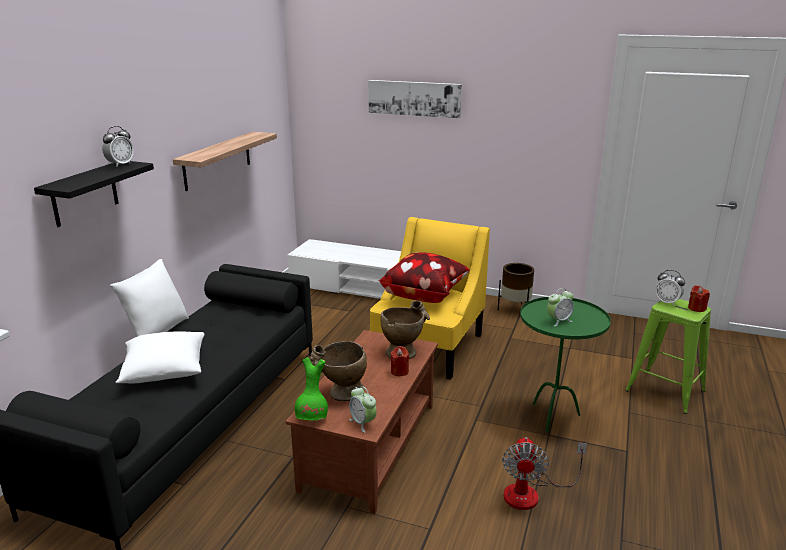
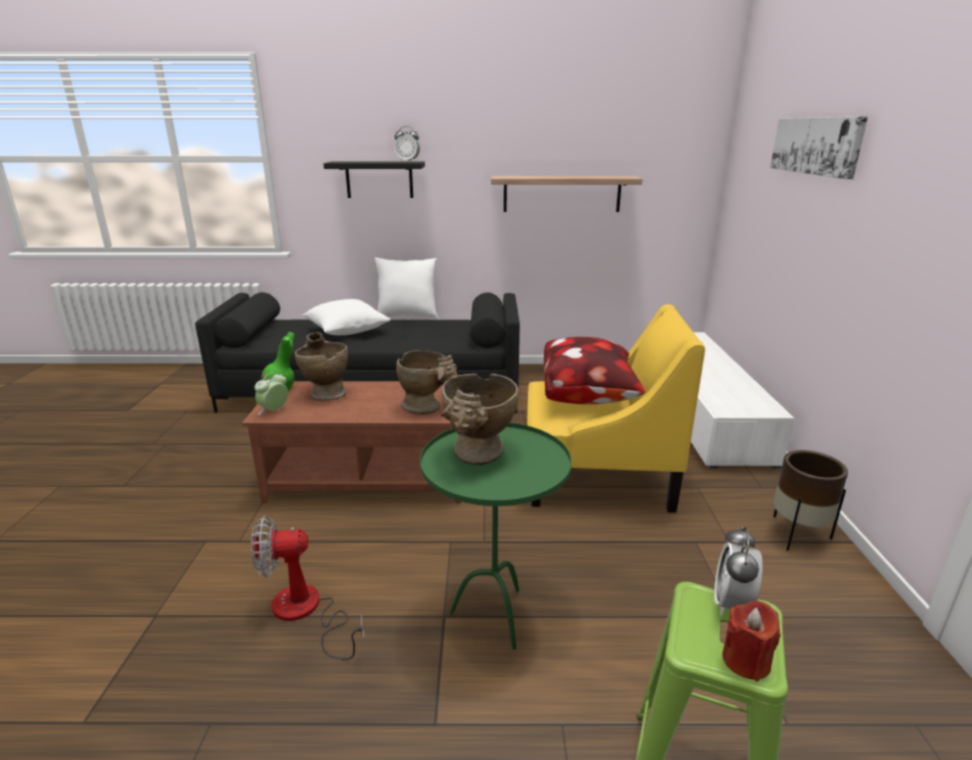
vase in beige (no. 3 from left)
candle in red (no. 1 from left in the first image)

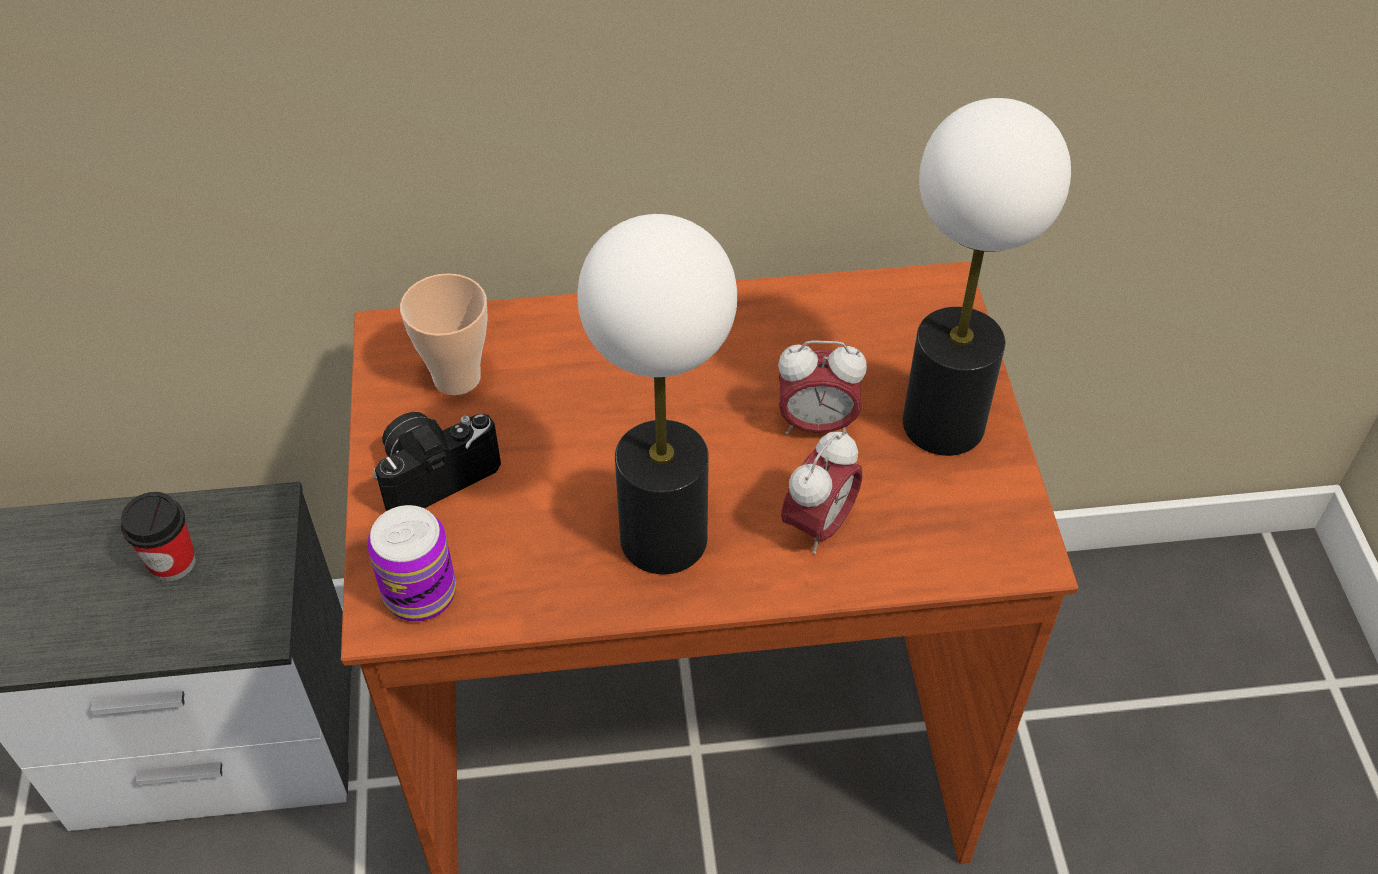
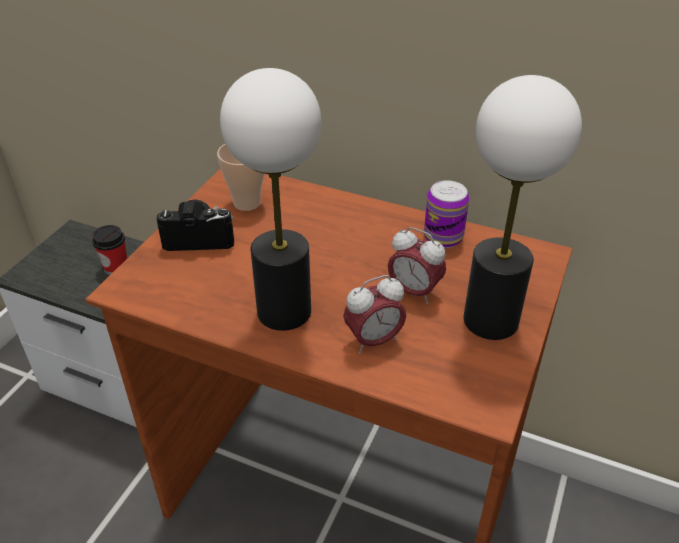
can

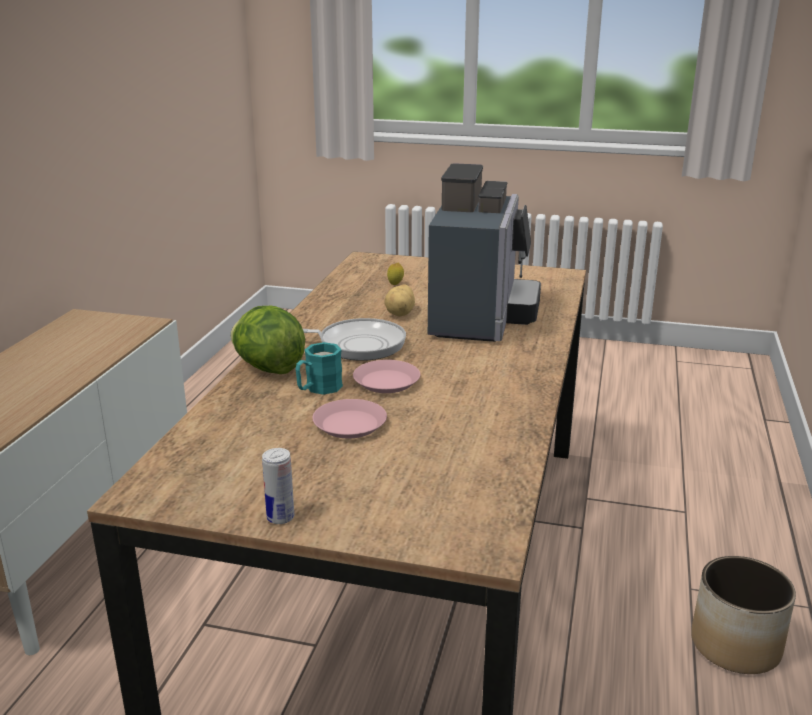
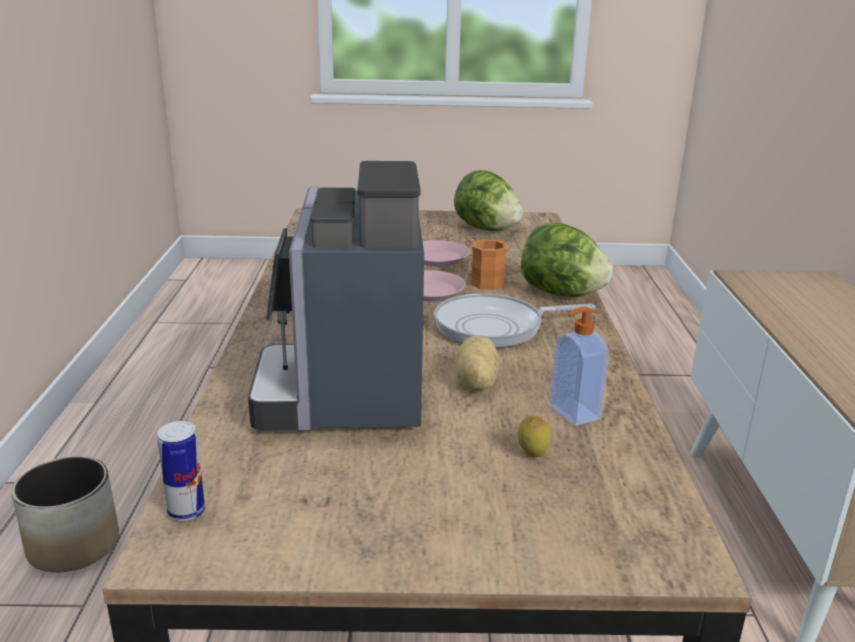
mug in orange
can
lettuce (no. 1 from left)
soap dispenser

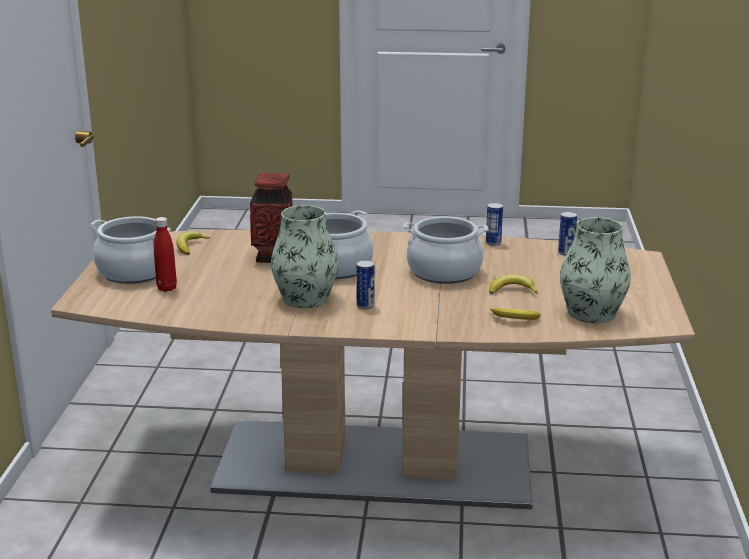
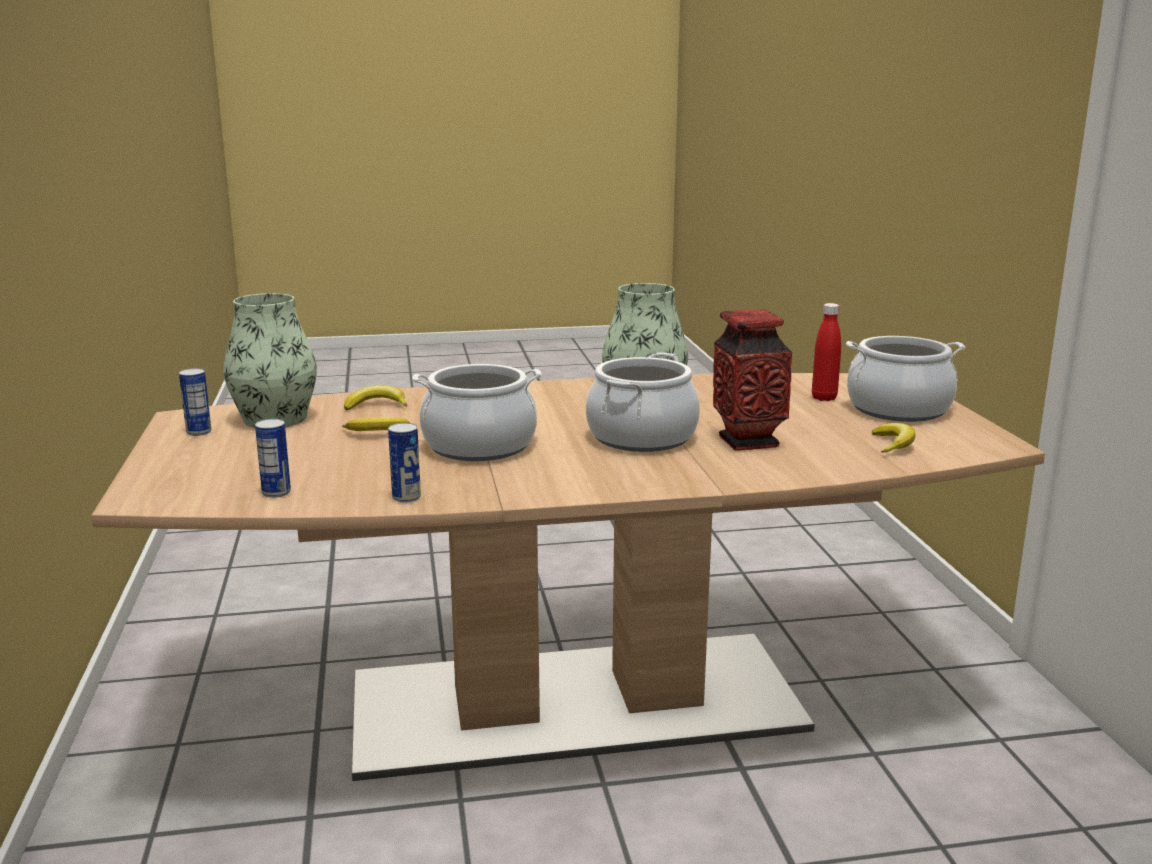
can (no. 1 from left)

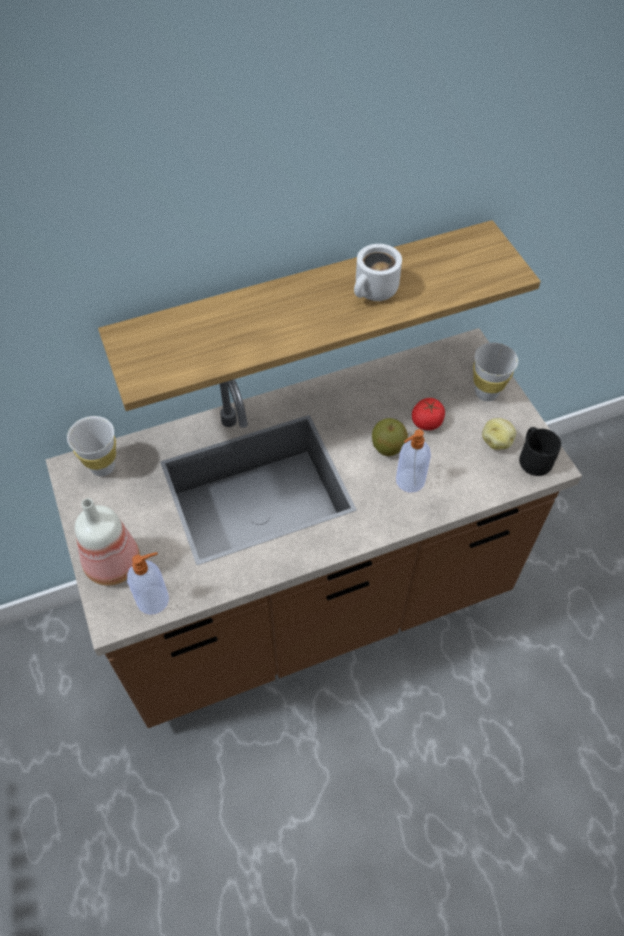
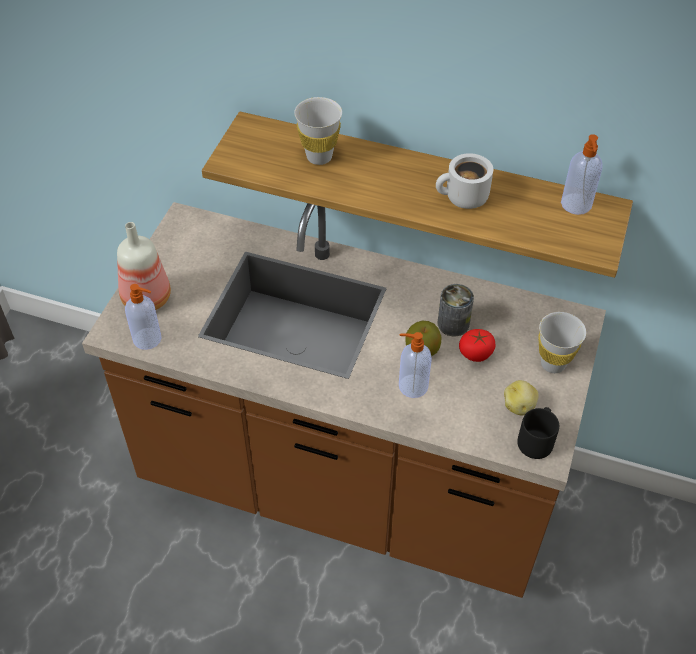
cup in white (no. 1 from left)
soap dispenser (no. 3 from left)
can

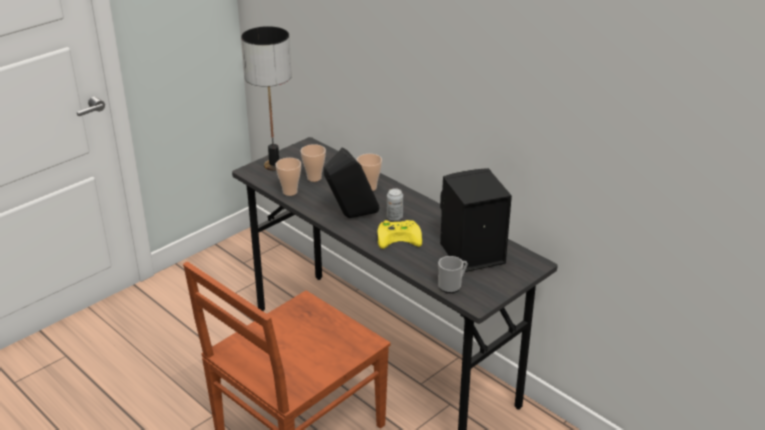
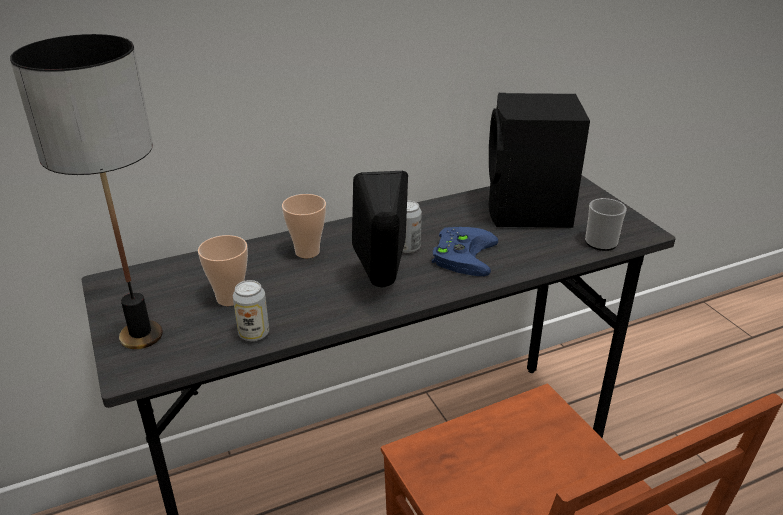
can (no. 1 from left)
game controller in blue

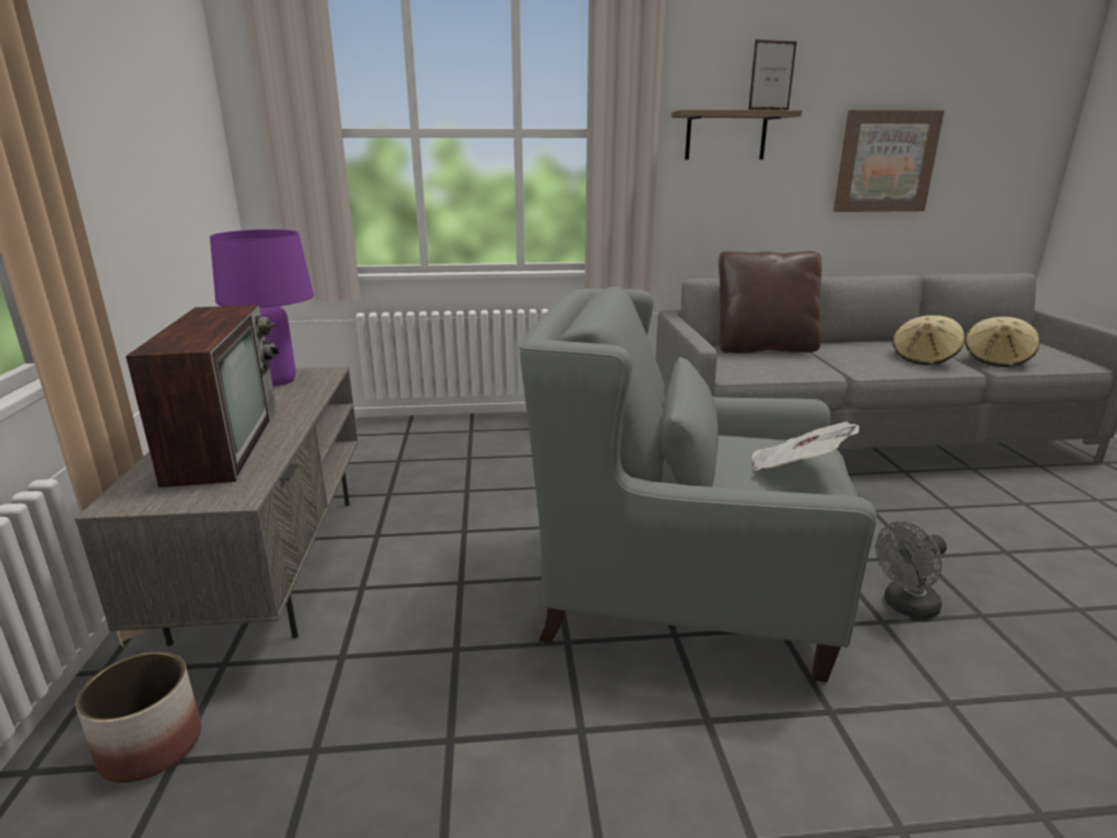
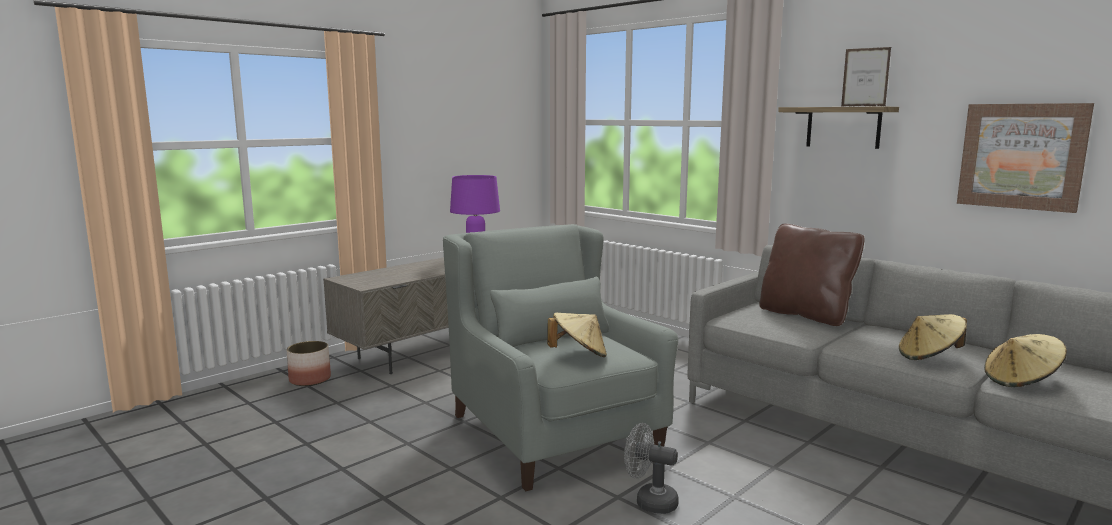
television
hat in beige (no. 1 from left)

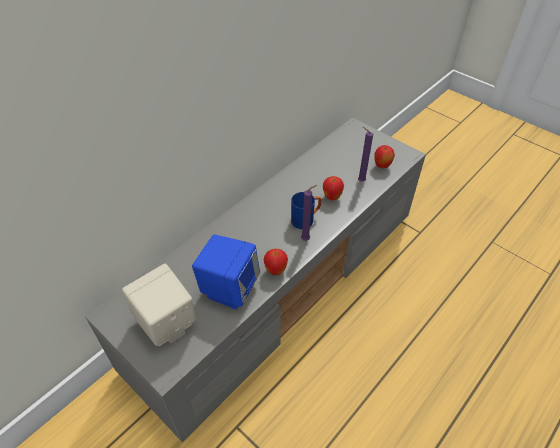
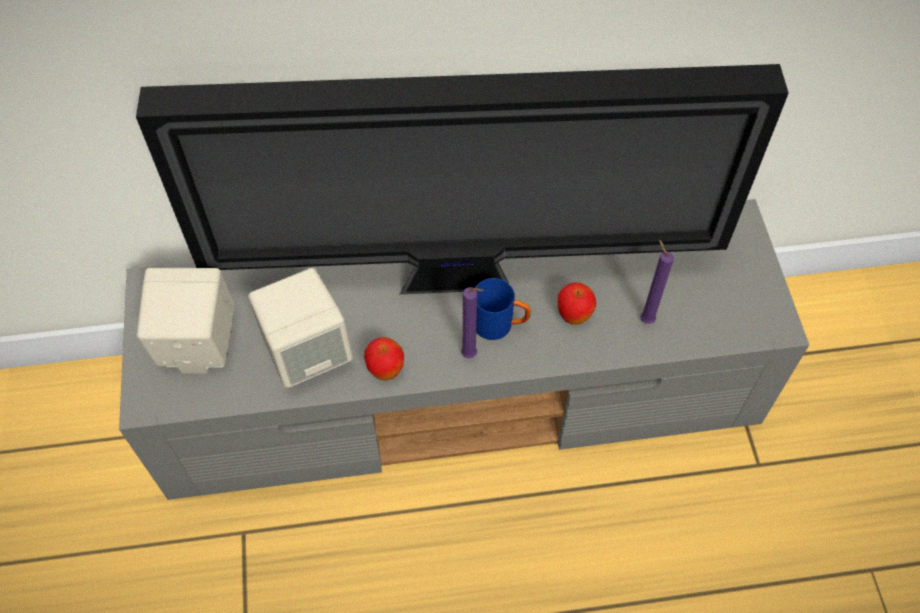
apple (no. 3 from left in the first image)
speaker in beige (no. 2 from left)
television

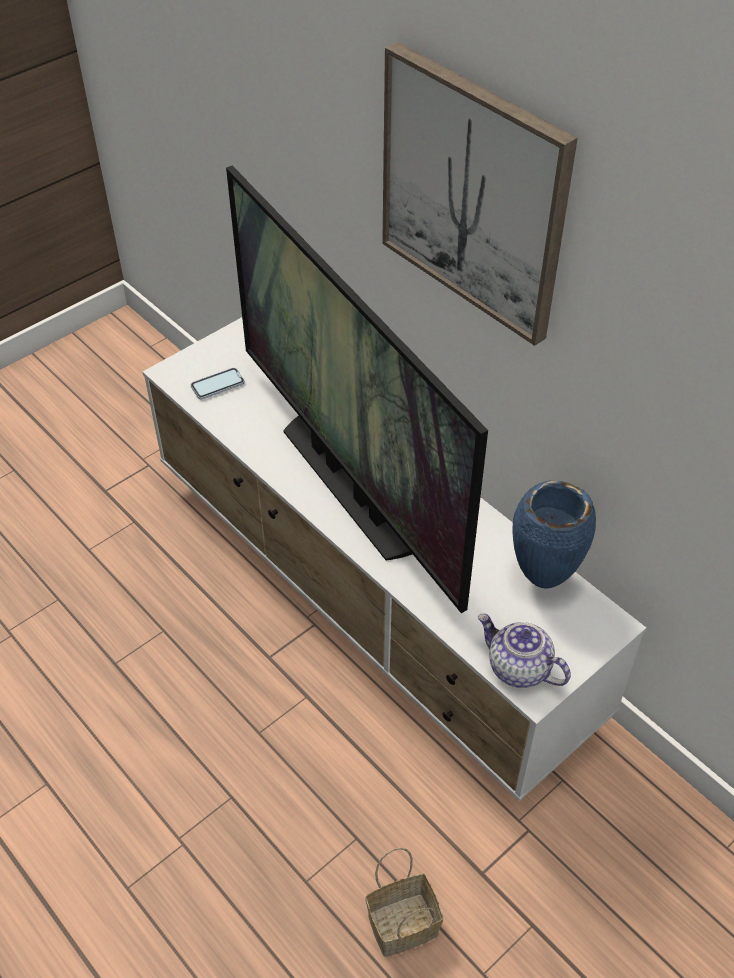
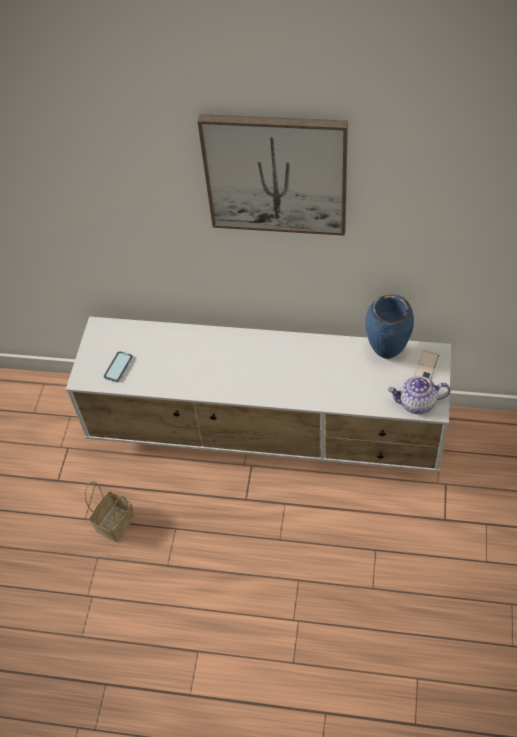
television
basket
phone (no. 2 from left)

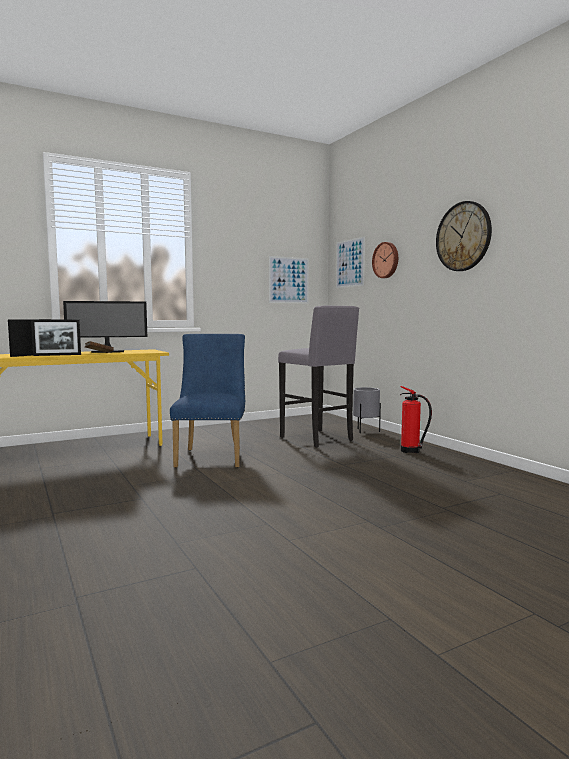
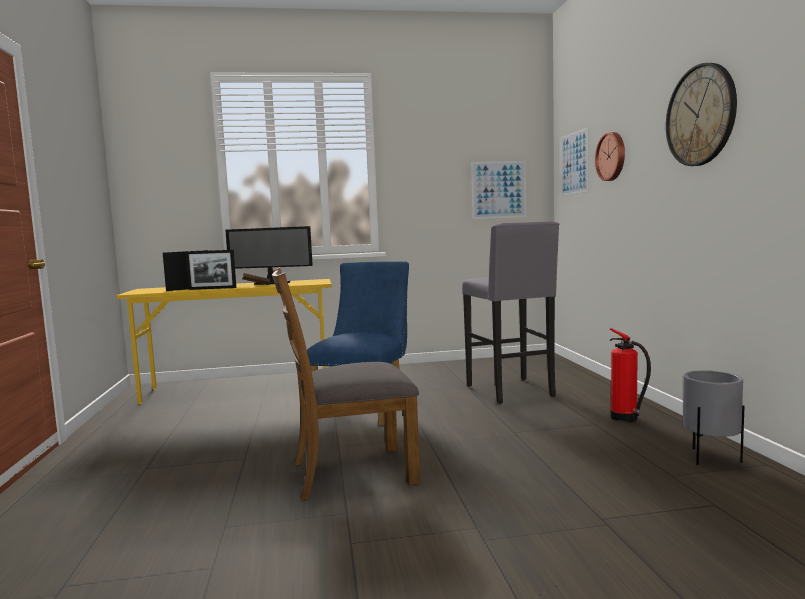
planter in grey
chair in brown

